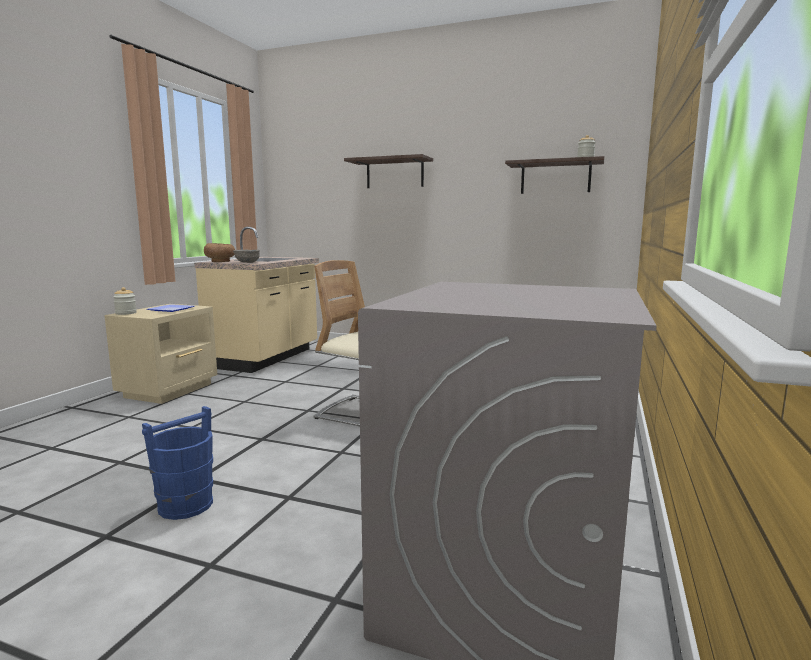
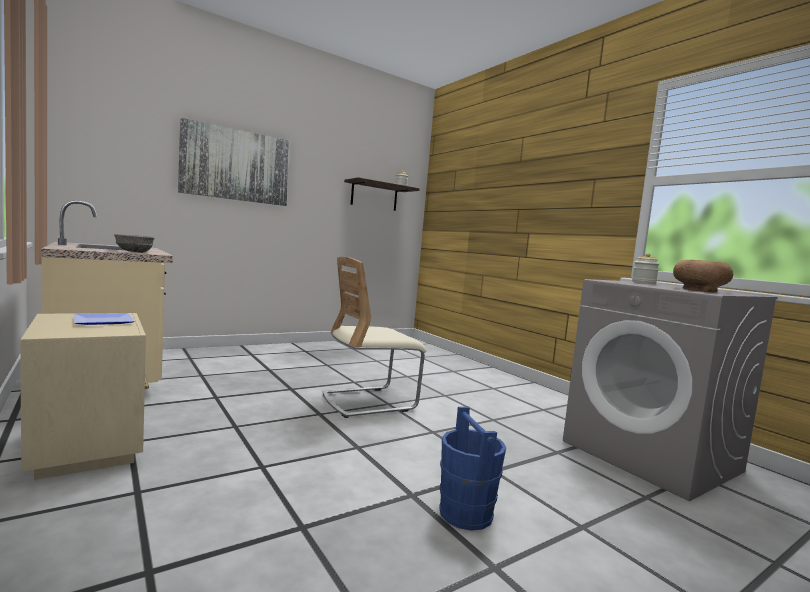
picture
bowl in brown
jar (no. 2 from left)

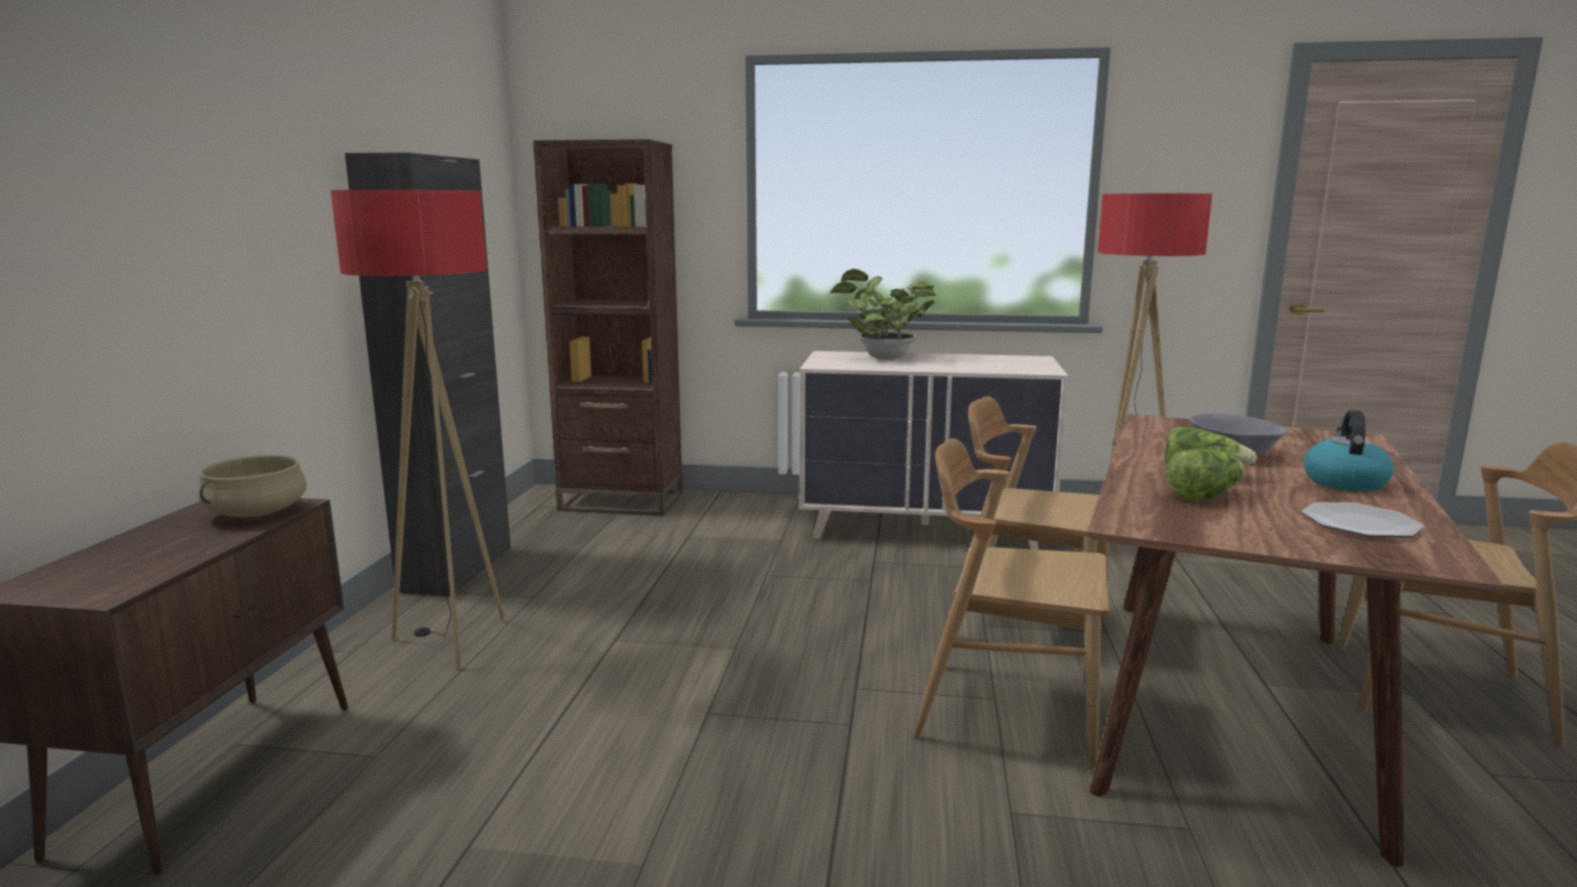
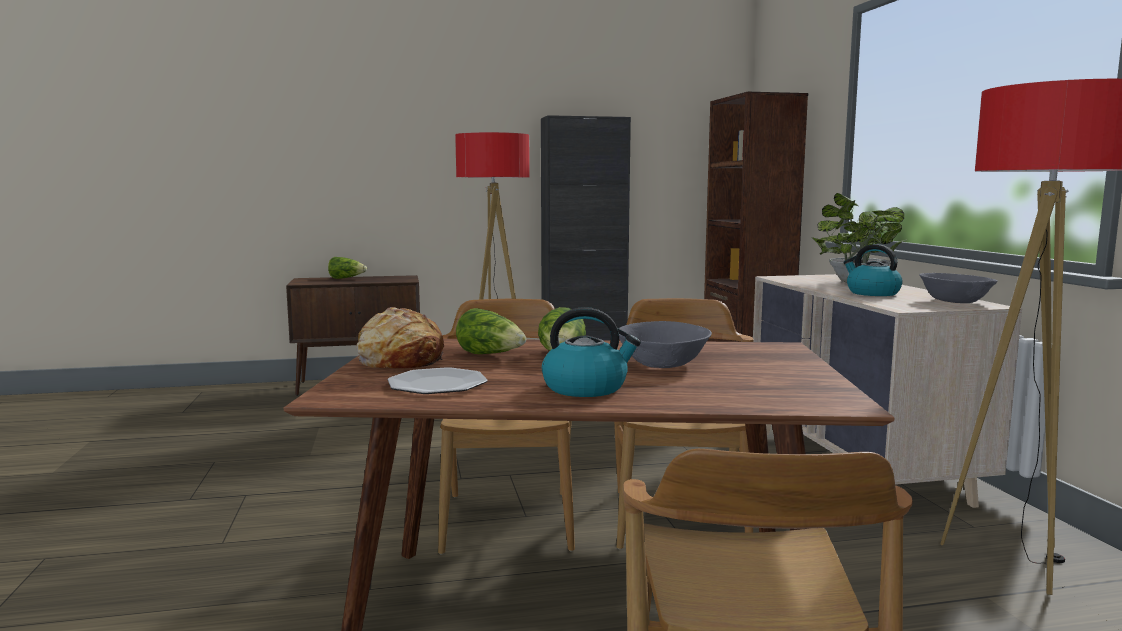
cooking pot in beige
kettle (no. 2 from left)
lettuce (no. 1 from left)
bowl in grey (no. 2 from left)
bread

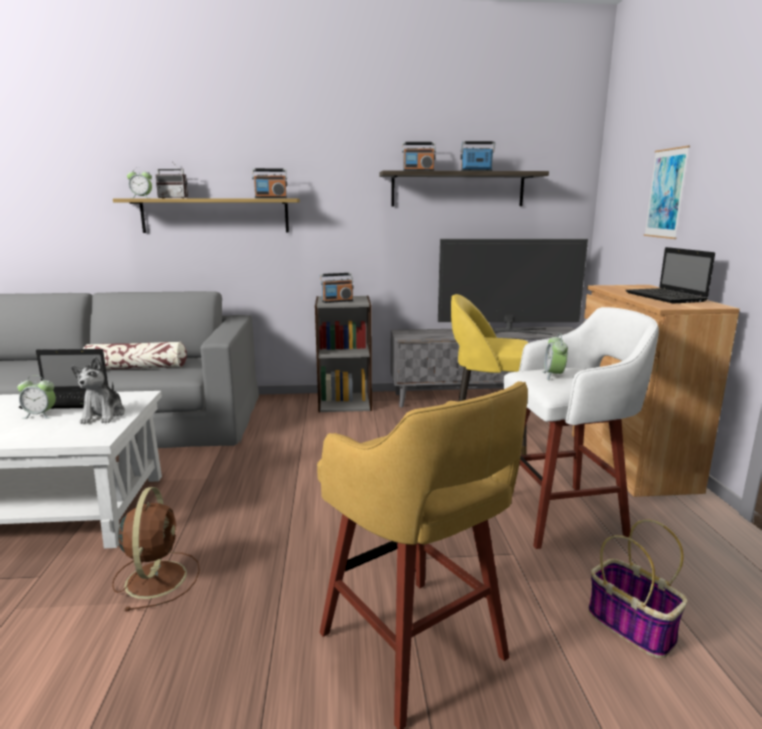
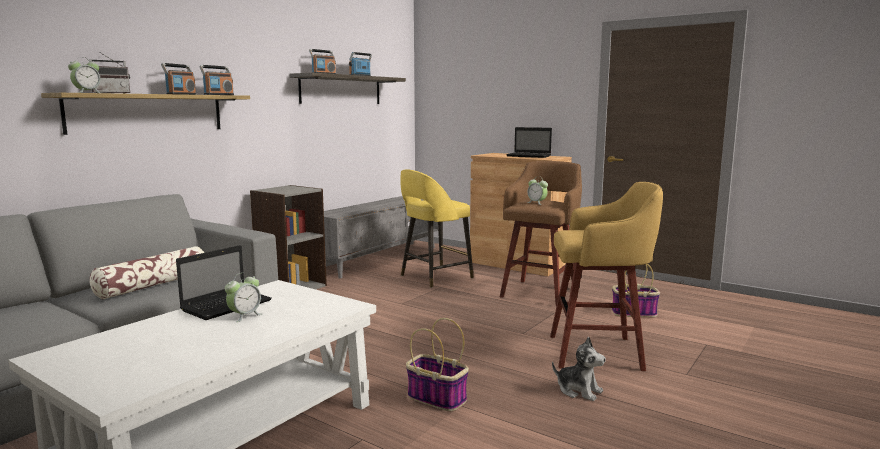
picture
television
radio (no. 2 from left)
stool in brown
plush toy
basket (no. 1 from left)

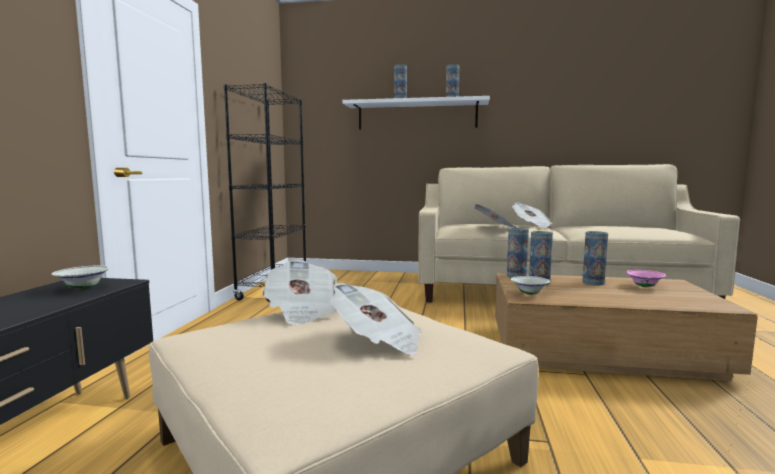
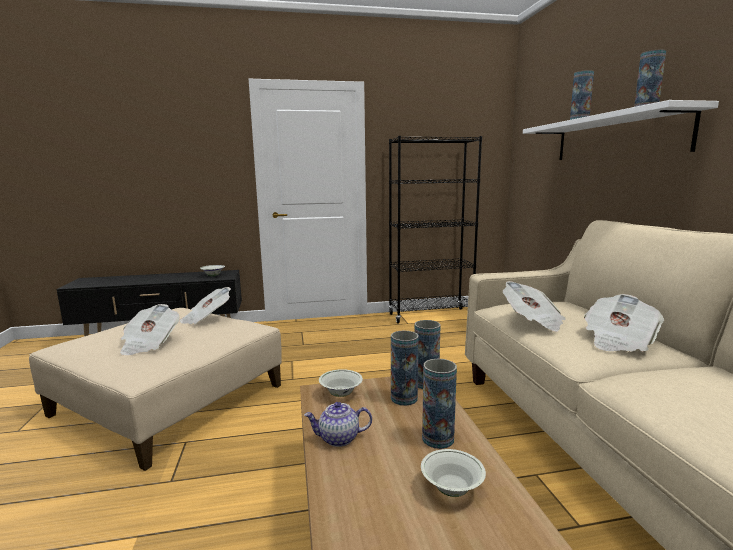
bowl in white (no. 3 from left)
teapot

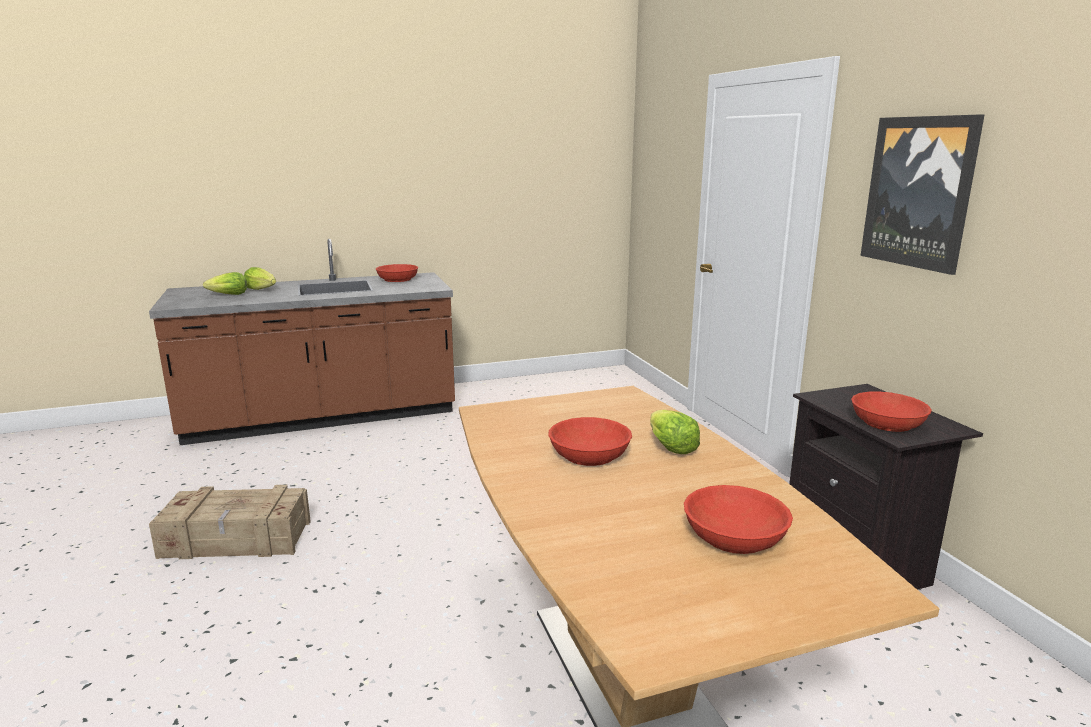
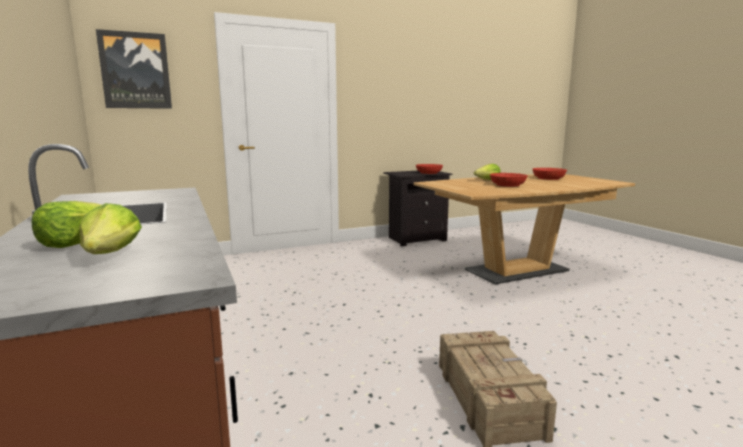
picture
bowl in red (no. 1 from left in the first image)

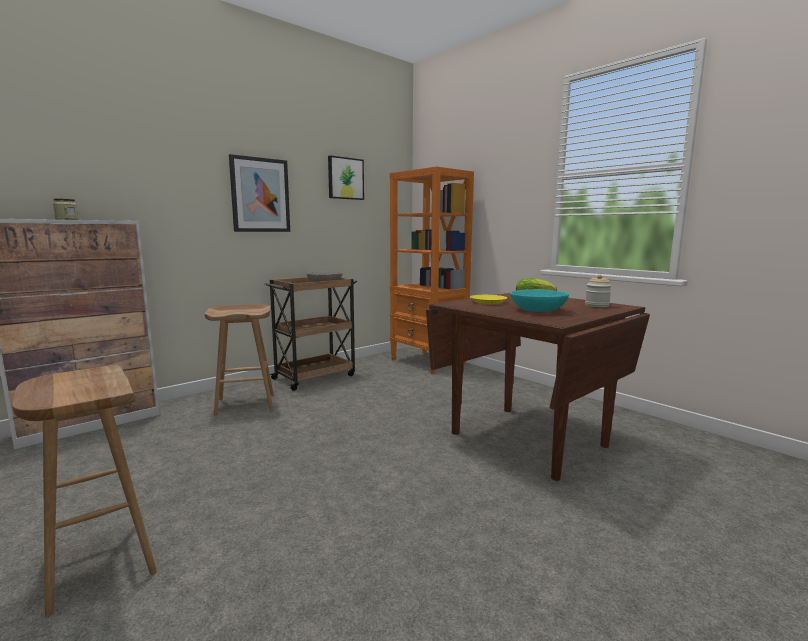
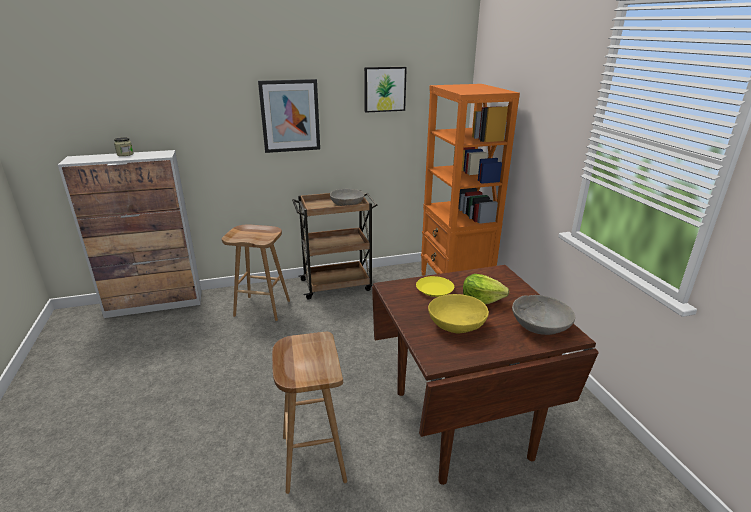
bowl in grey (no. 2 from left)
bowl in yellow
stool in brown (no. 2 from left)

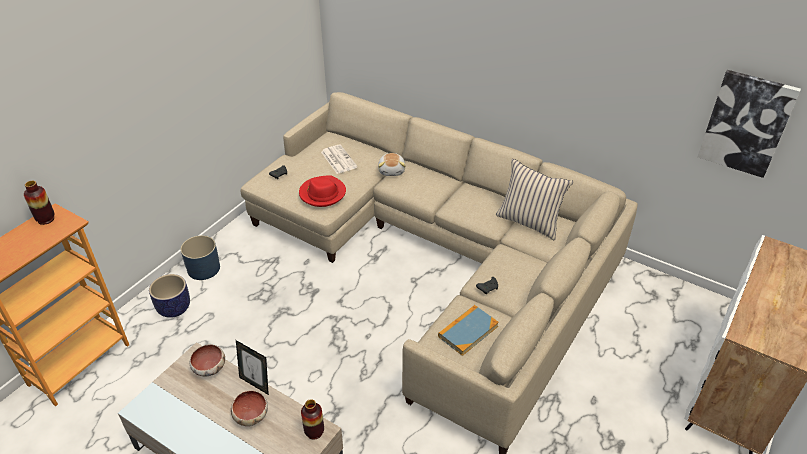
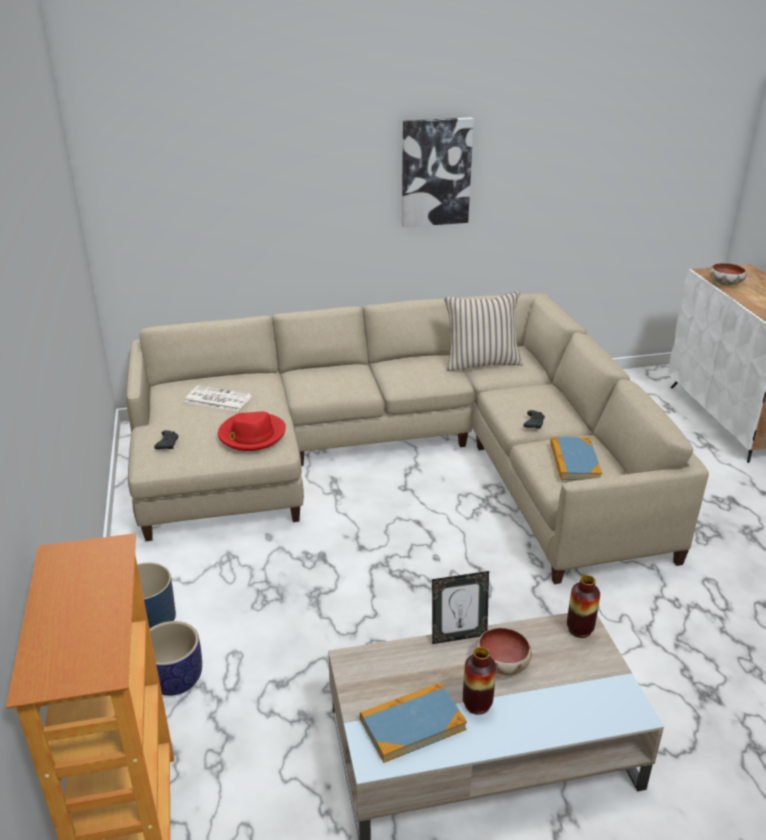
picture
plush toy
vase (no. 1 from left)
bowl (no. 2 from left)
book (no. 1 from left)

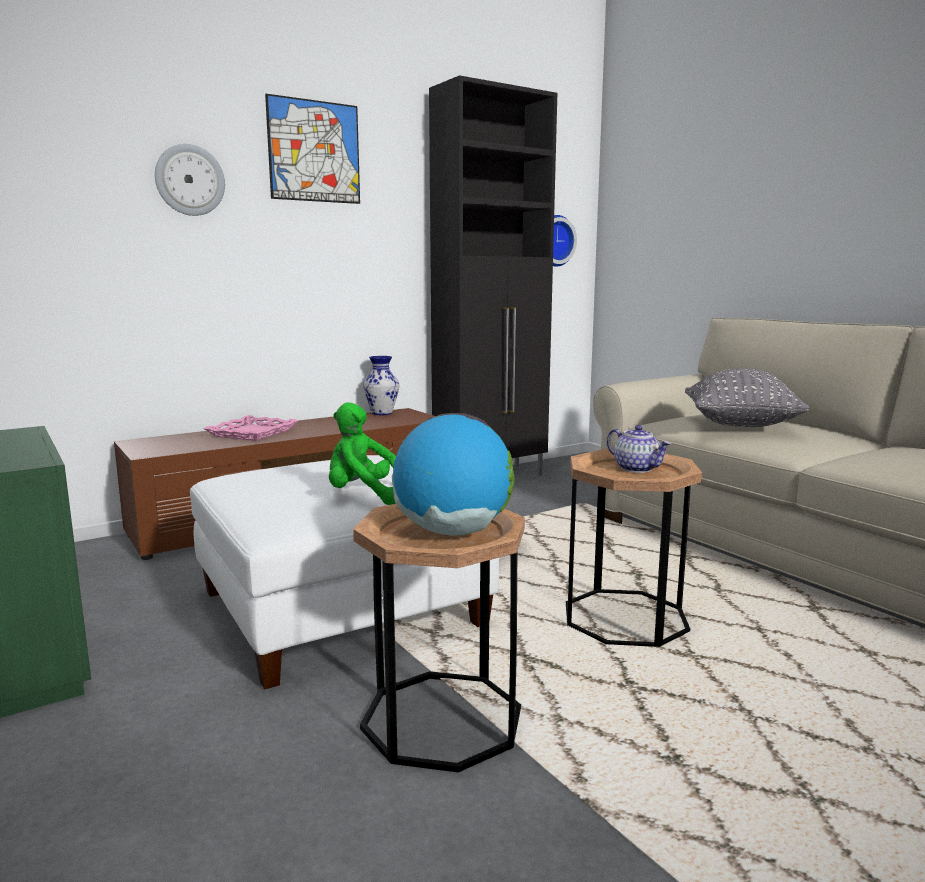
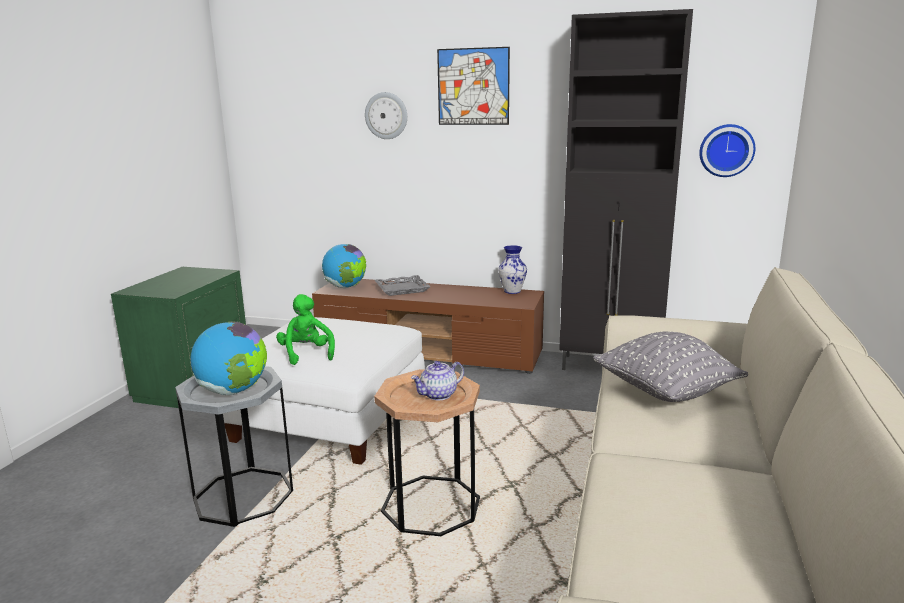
tray in grey
teapot
side table in grey
globe (no. 2 from left)

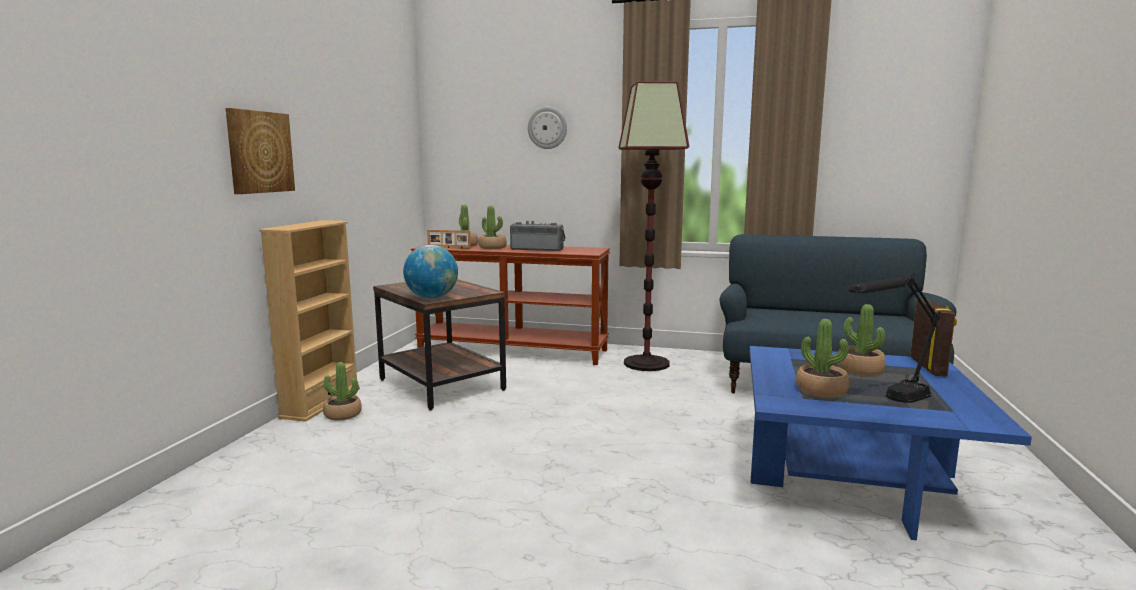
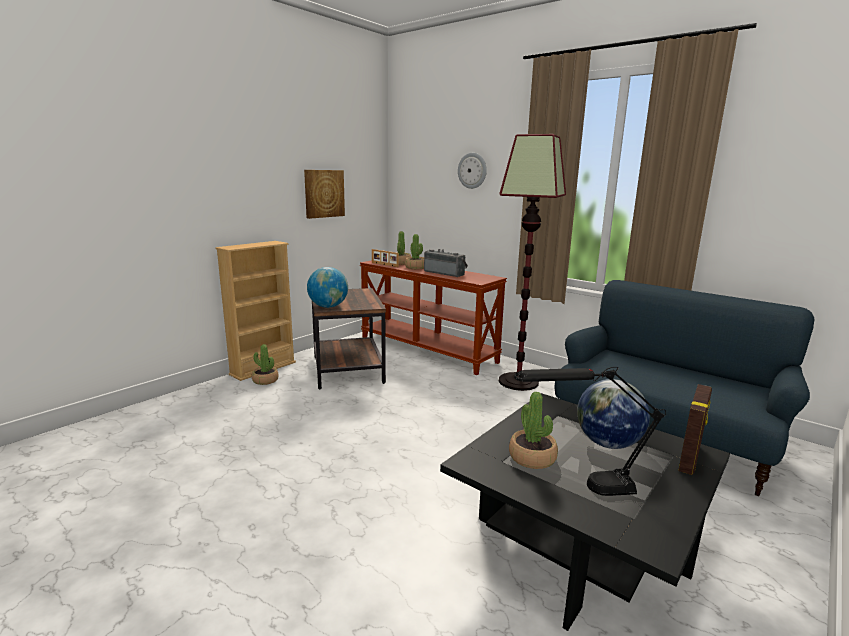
picture
globe (no. 2 from left)
coffee table in black

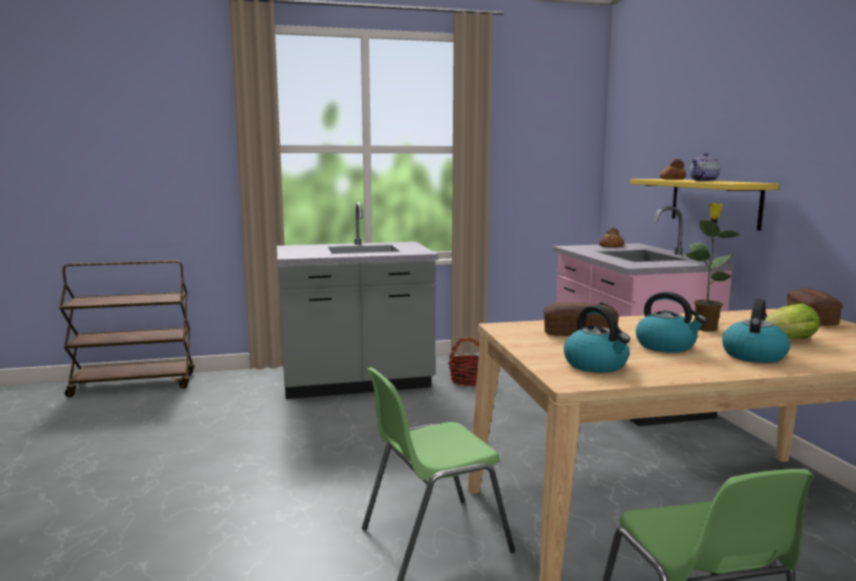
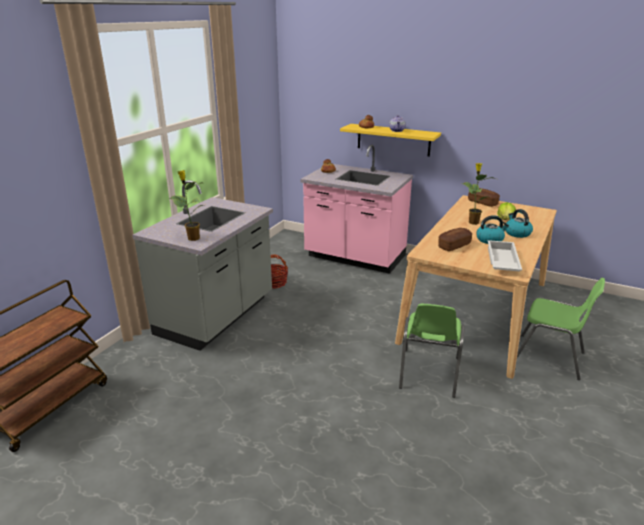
tray in white
potted plant (no. 1 from left)

